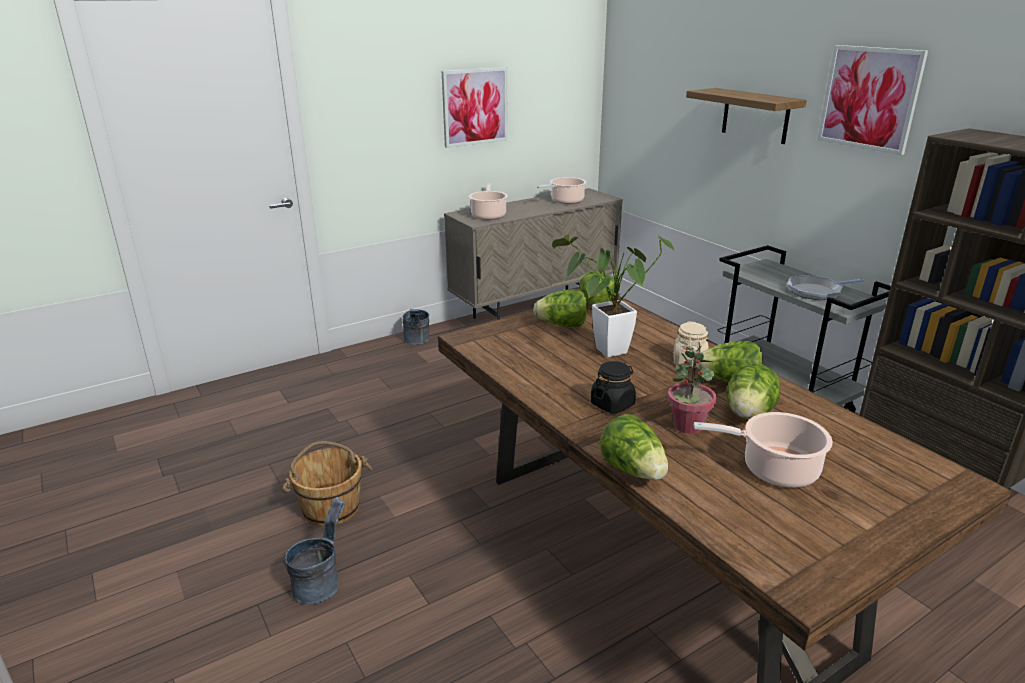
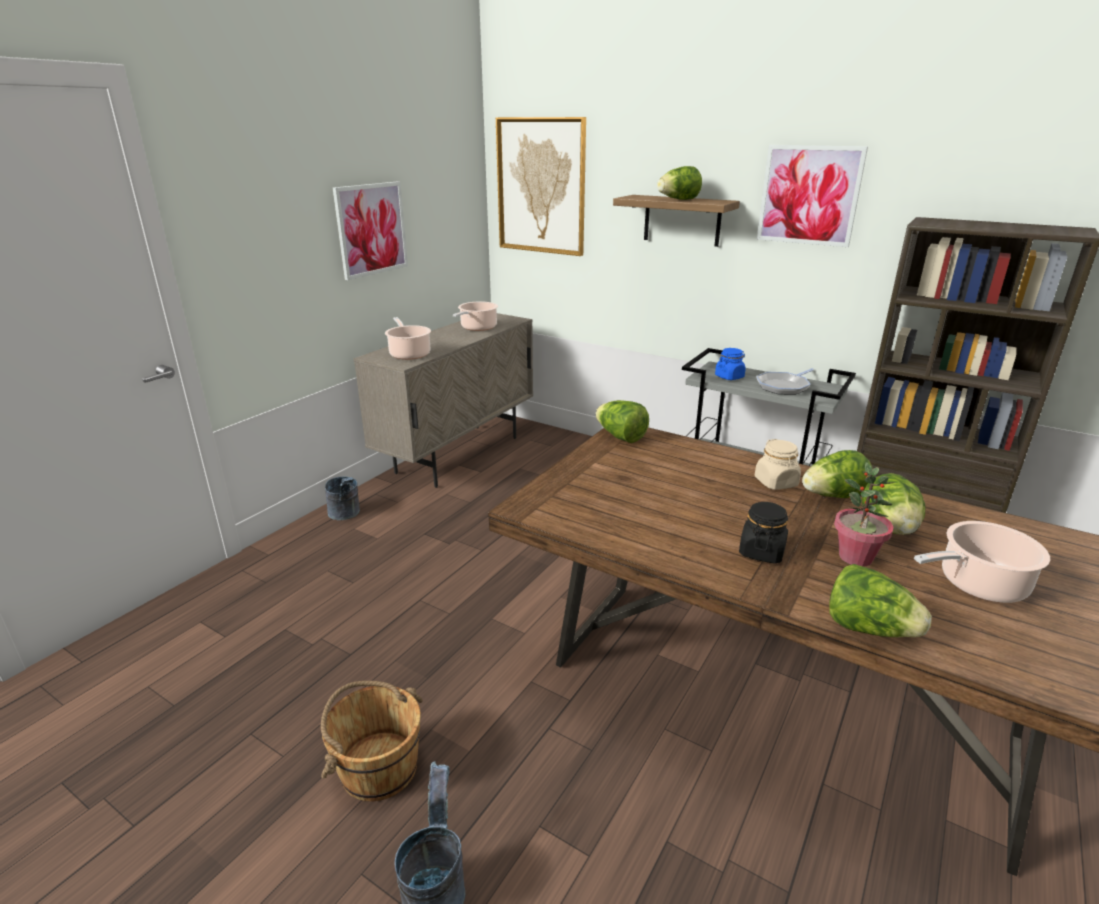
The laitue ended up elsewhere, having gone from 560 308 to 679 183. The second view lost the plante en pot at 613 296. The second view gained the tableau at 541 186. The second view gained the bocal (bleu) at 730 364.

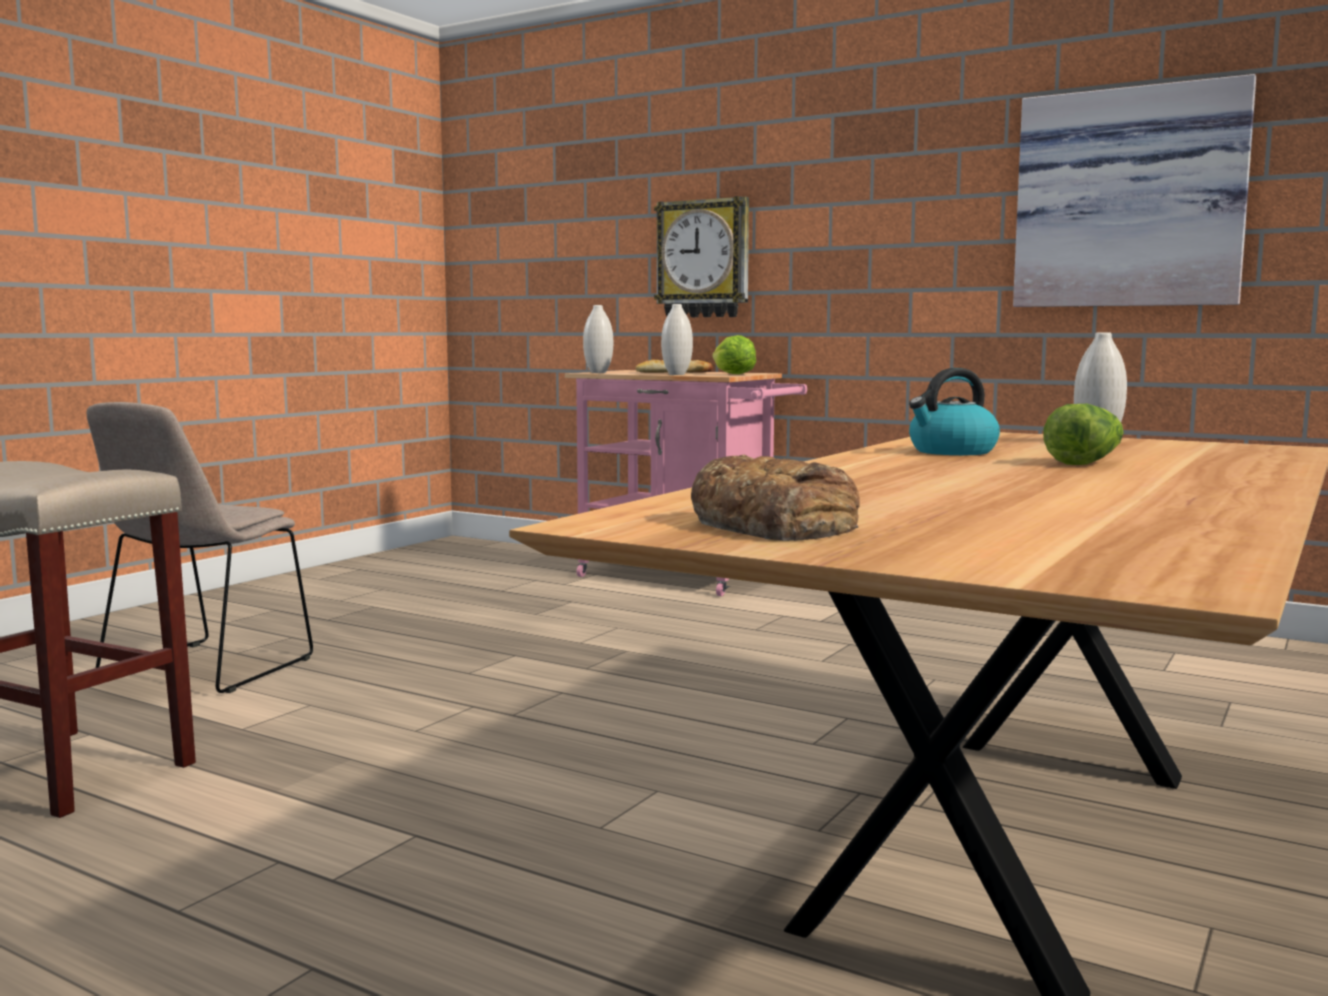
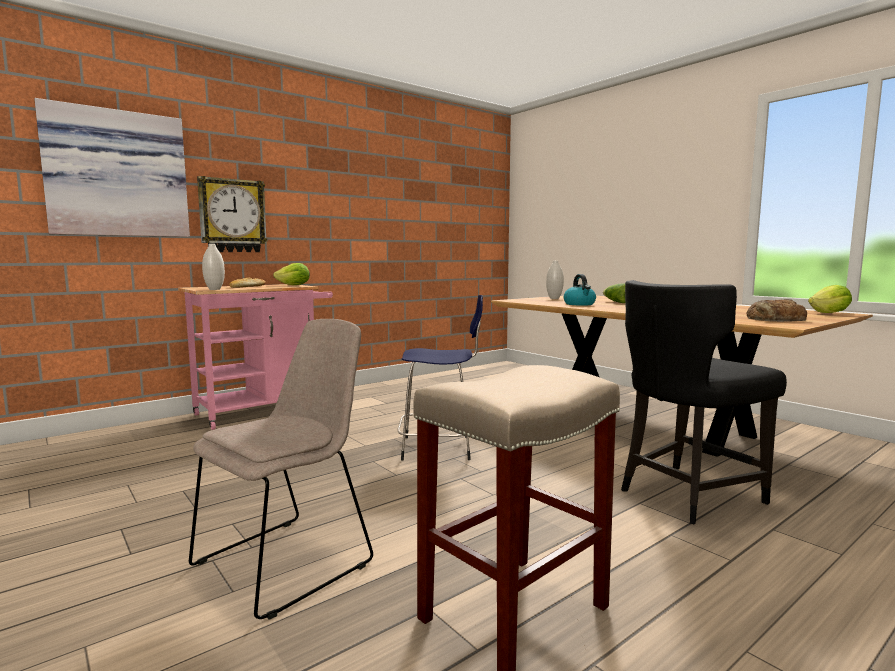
The chaise (beige) at 200 547 ended up facing another way, 90 degrees counterclockwise from before. The second view lost the vase (blanc) at 677 339. The tableau ended up elsewhere, having gone from 1134 190 to 112 167. The second view gained the tabouret (bleu) at 440 378. The second view gained the chaise (noir) at 704 402. The second view gained the laitue at 830 299.

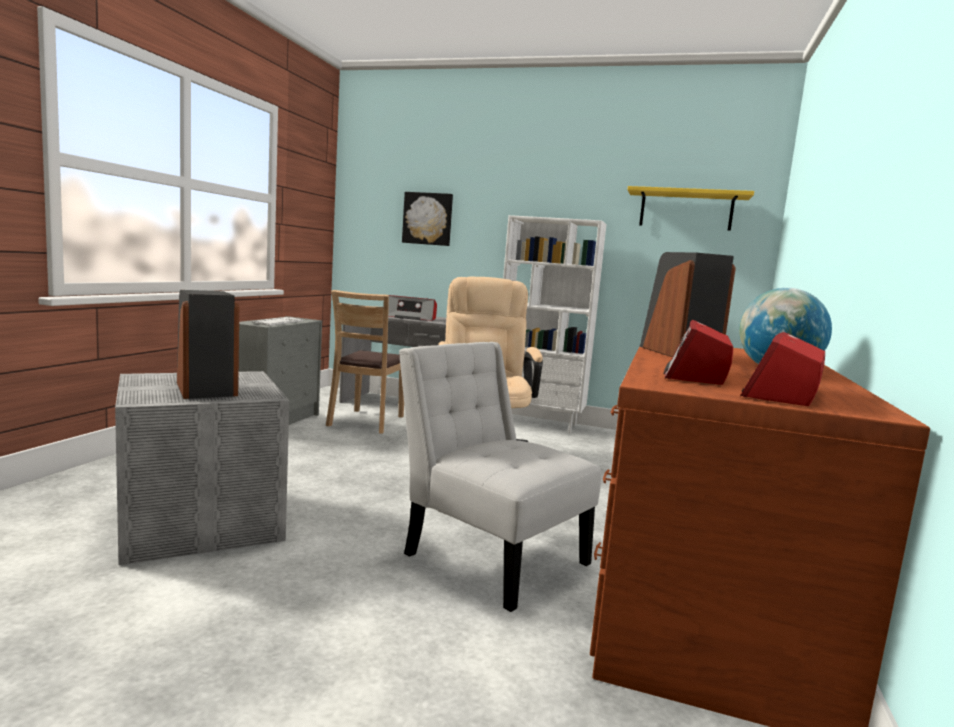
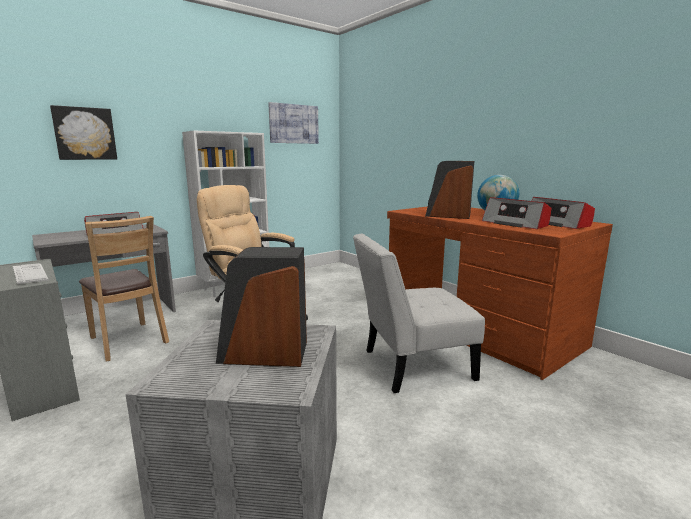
Where the étagère (jaune) hung at 691 208, the tableau came to hang at 293 123.

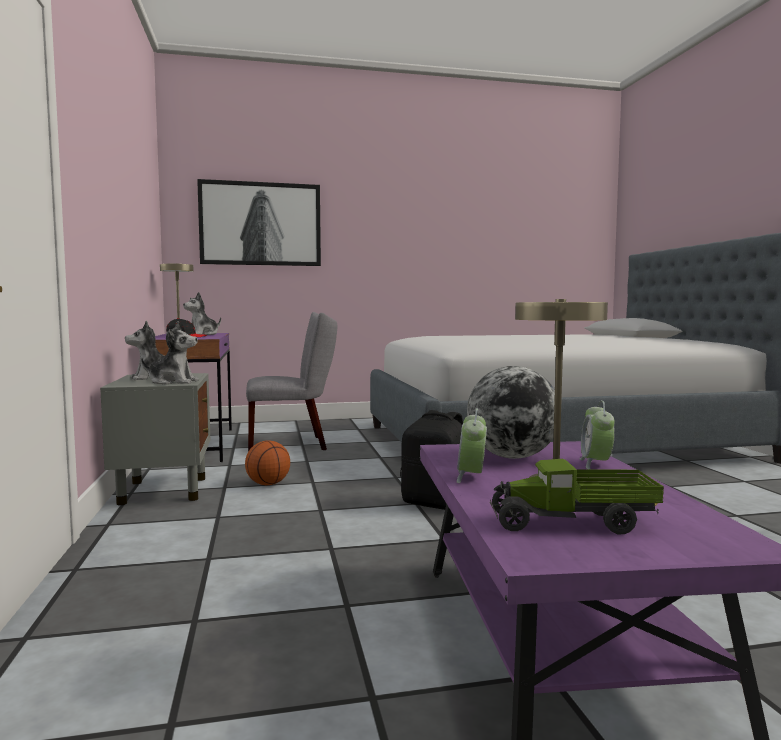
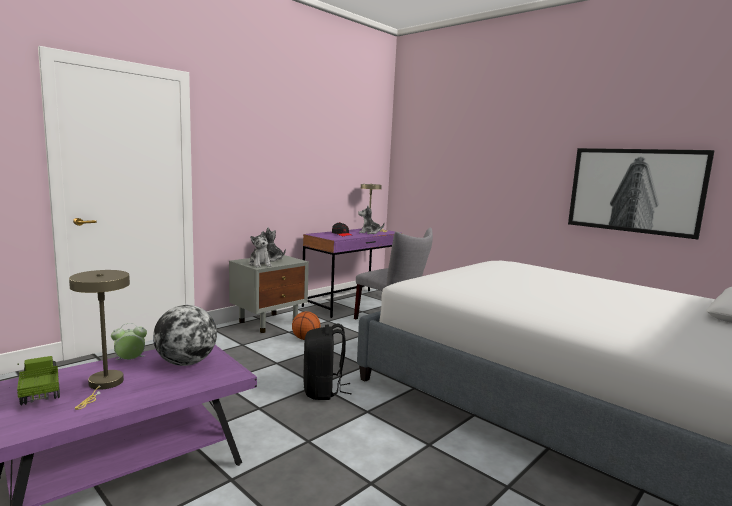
The tableau ended up elsewhere, having gone from 259 222 to 641 193. The second view lost the réveil at 597 435.

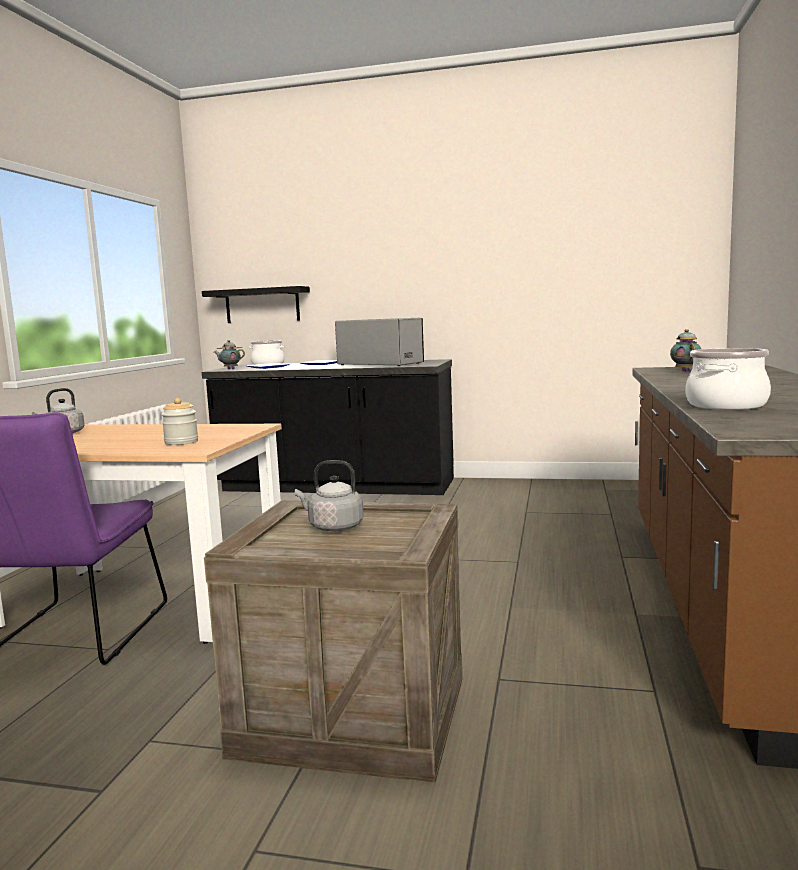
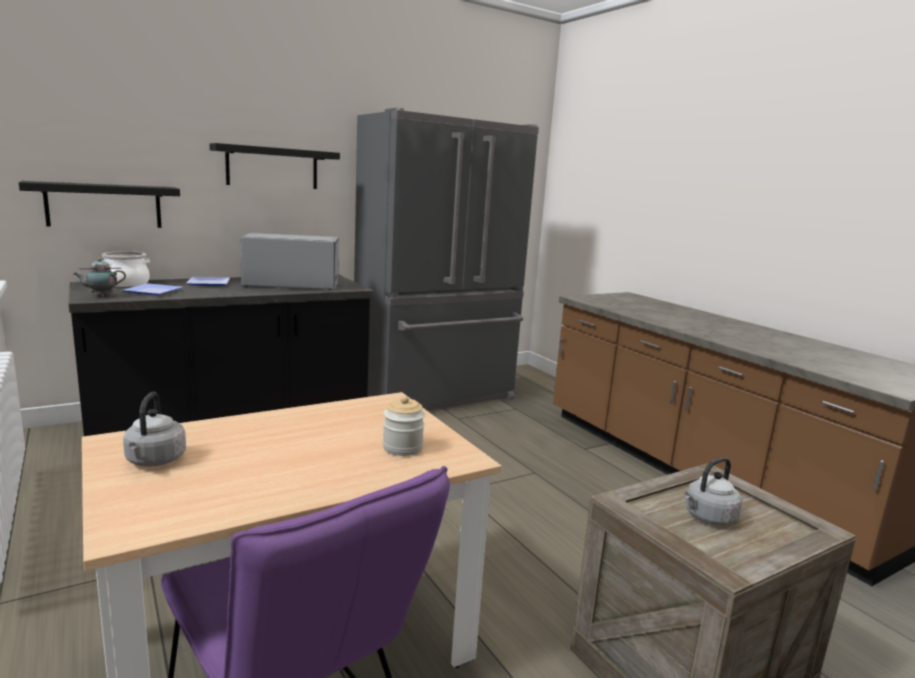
The second view lost the théière at 685 350. The second view lost the marmite at 728 379. The second view gained the étagère (noir) at 274 166. The second view gained the réfrigérateur (gris) at 446 259.

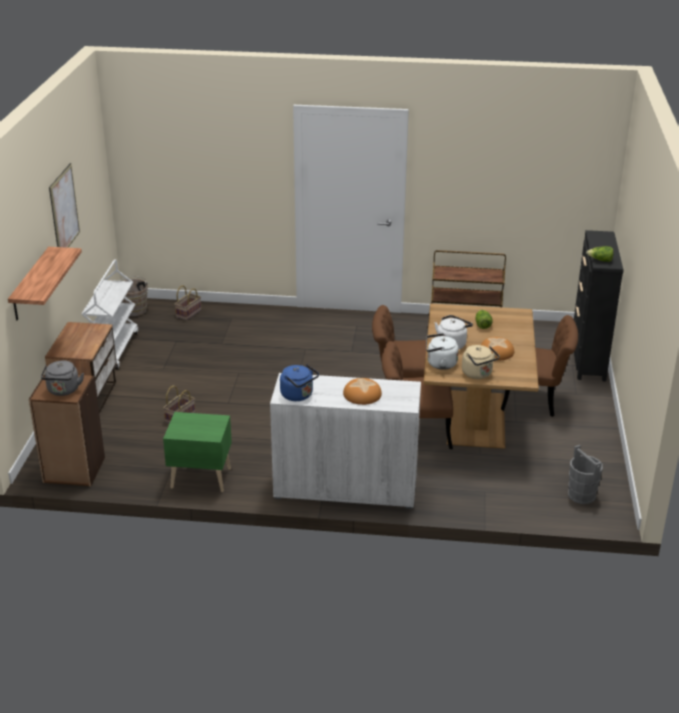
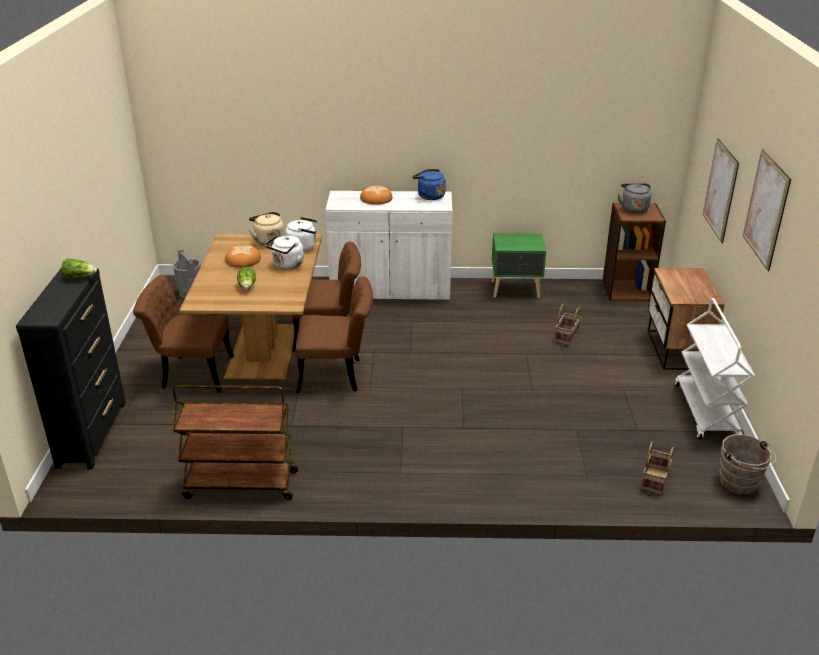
Where the étagère hung at 45 283, the tableau came to hang at 721 191.

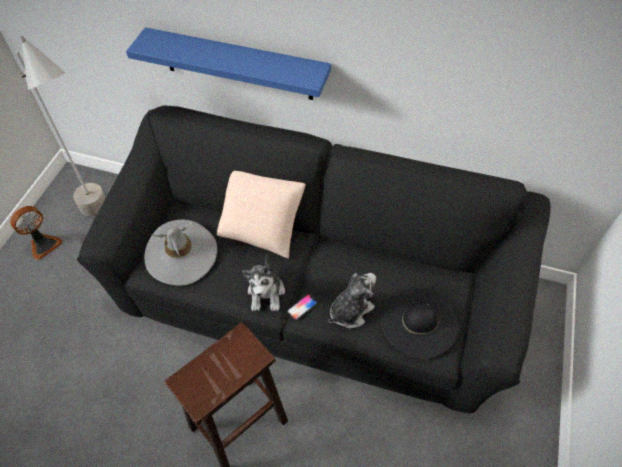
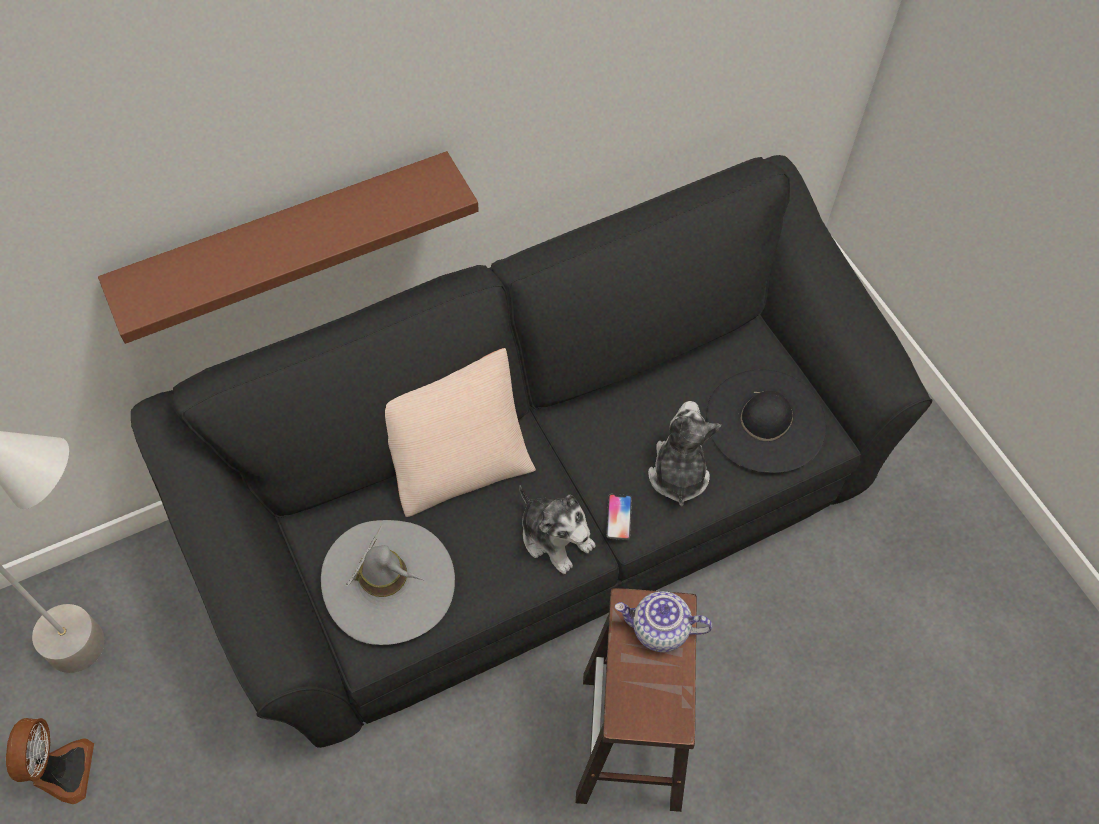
What was the étagère (bleu) at 228 63 turned into the étagère (marron) at 288 247. The second view gained the théière at 663 621.

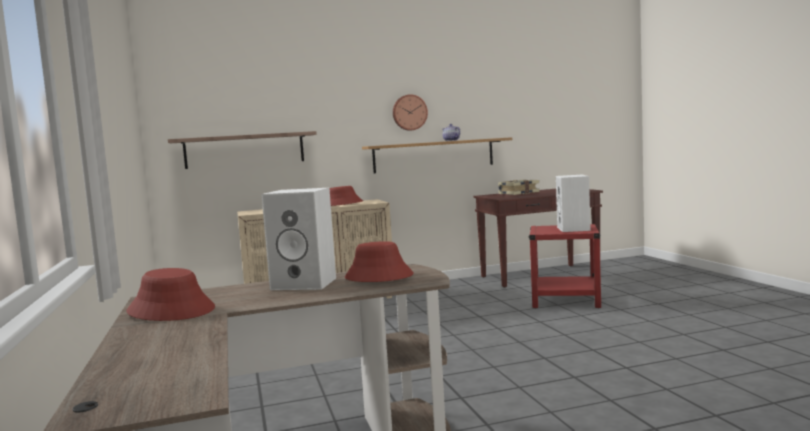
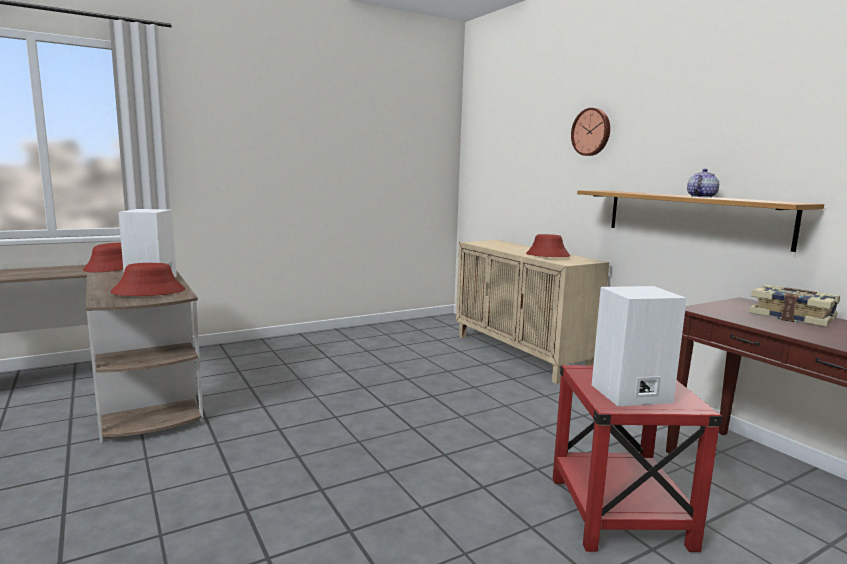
The second view lost the étagère at 242 150. The horloge murale ended up elsewhere, having gone from 410 112 to 590 132.

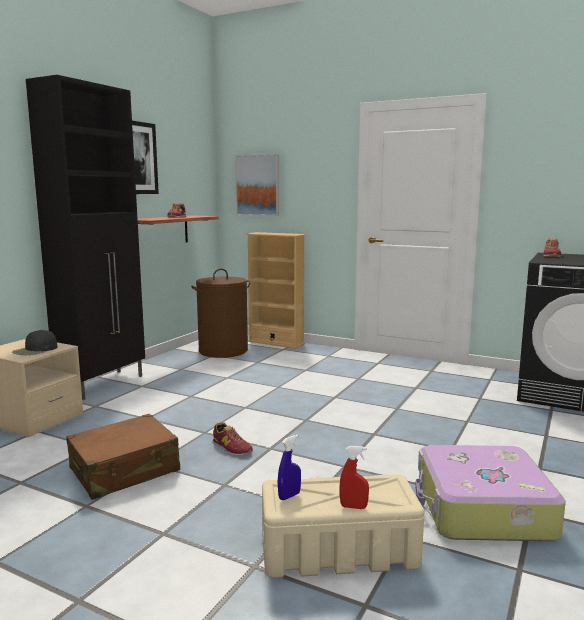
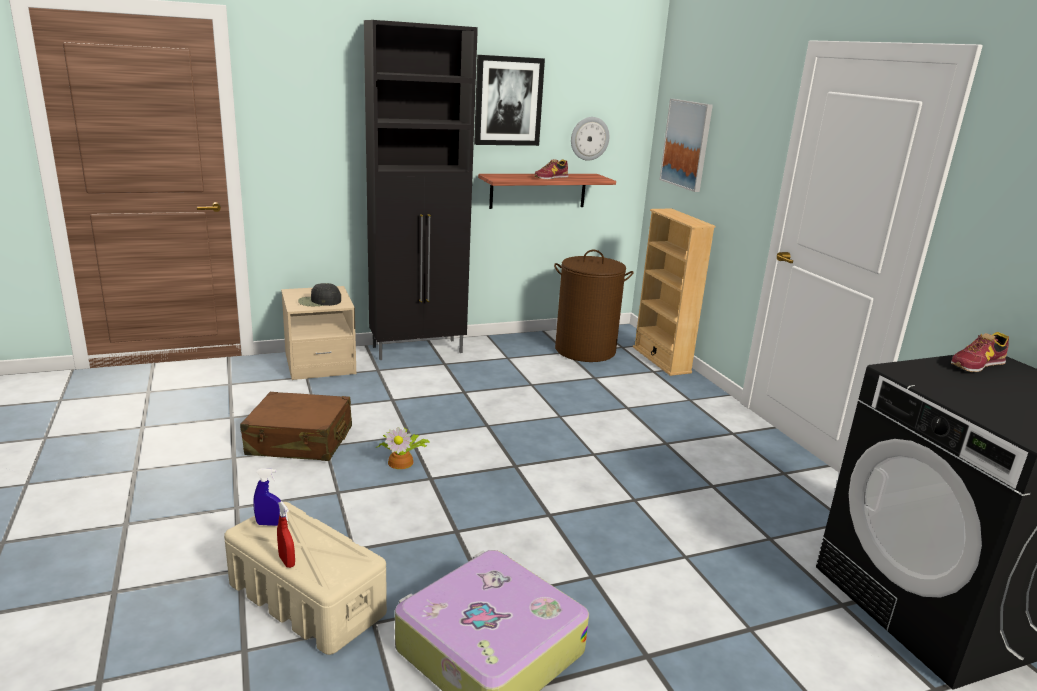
Where the chaussure stood at 233 439, the plante en pot came to stand at 403 448. The second view gained the horloge murale at 590 139.

